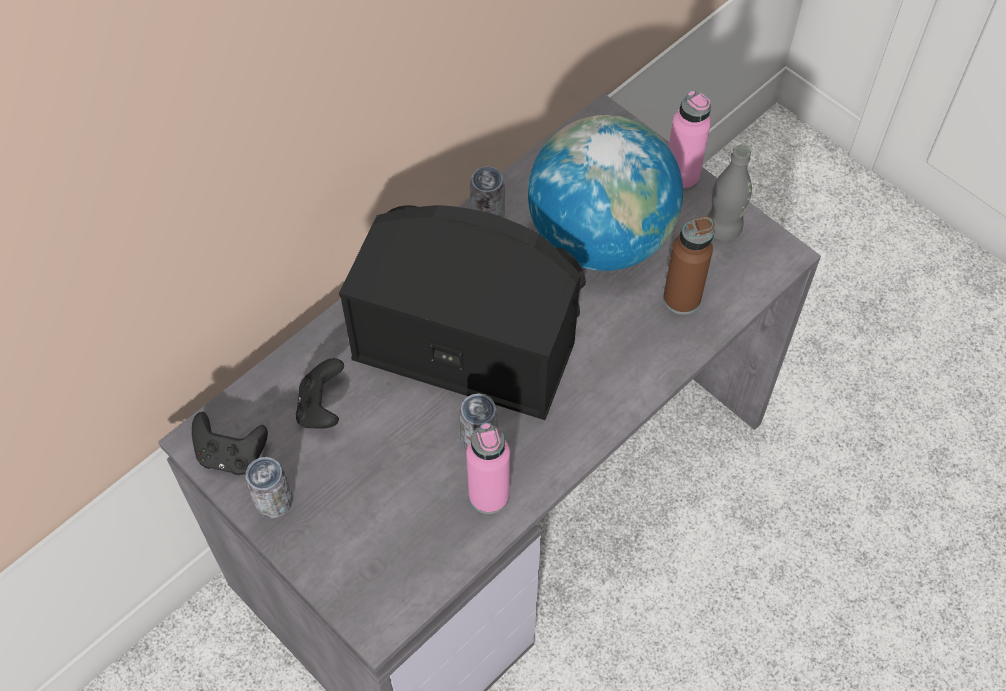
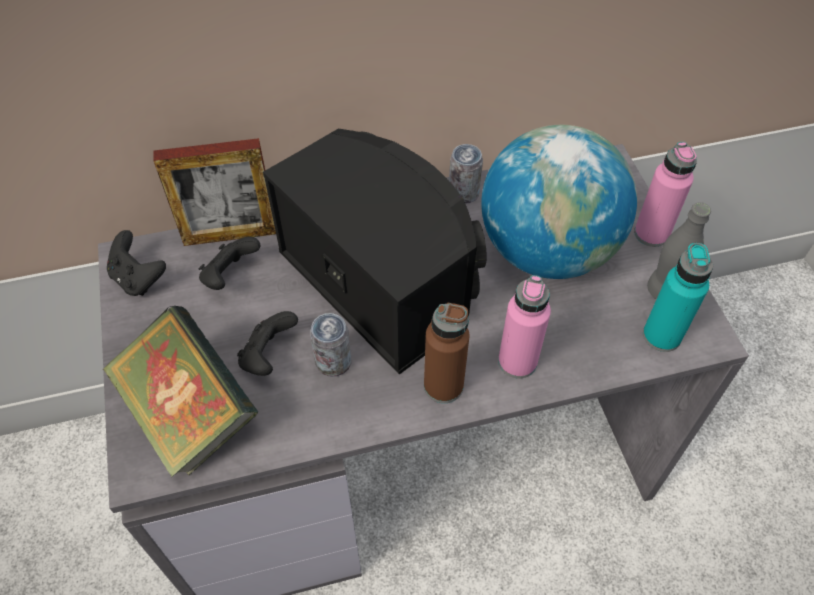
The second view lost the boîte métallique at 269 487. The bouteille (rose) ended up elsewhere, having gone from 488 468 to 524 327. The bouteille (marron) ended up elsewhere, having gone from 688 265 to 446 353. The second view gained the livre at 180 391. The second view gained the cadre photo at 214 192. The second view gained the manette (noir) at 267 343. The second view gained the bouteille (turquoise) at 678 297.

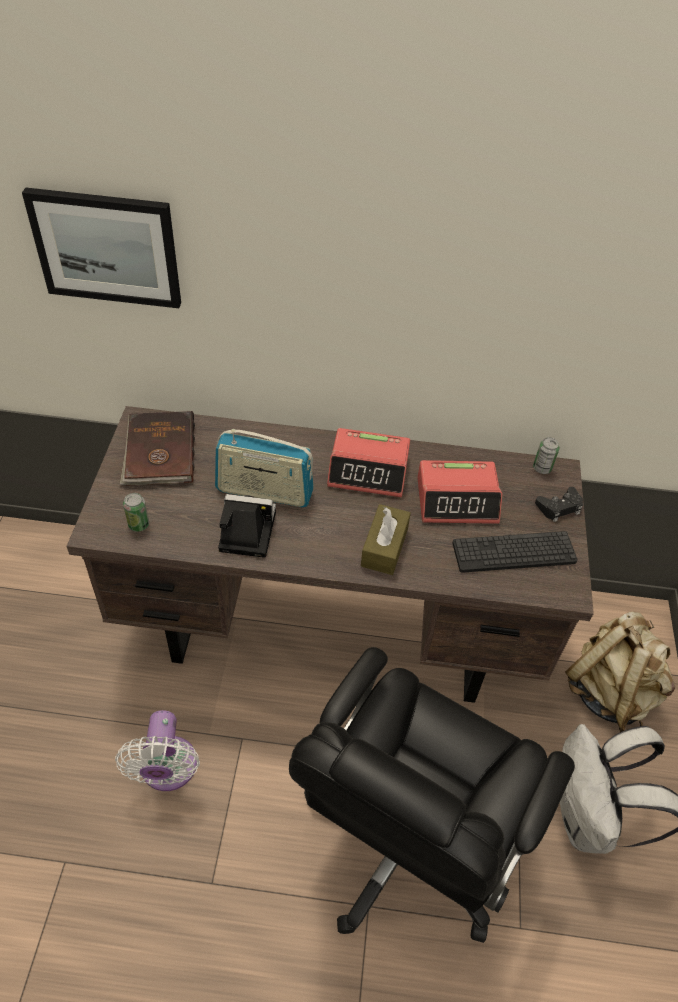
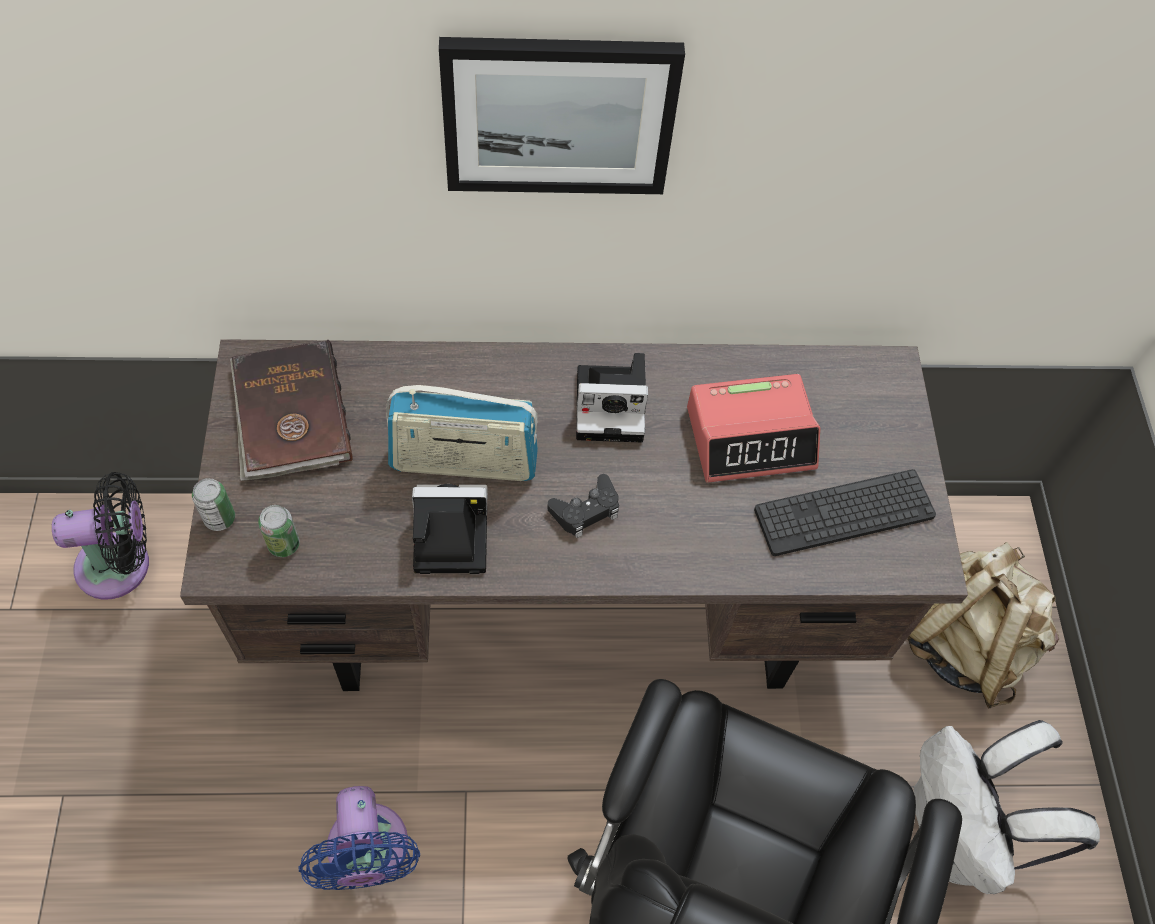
The tableau ended up elsewhere, having gone from 101 248 to 562 115. What was the ventilateur (blanc) at 157 750 turned into the ventilateur (bleu) at 359 838. Where the réveil stood at 368 462, the appareil photo came to stand at 612 397. The second view lost the boîte à mouchoirs (marron) at 386 539. The boîte métallique ended up elsewhere, having gone from 546 455 to 213 504. The manette (noir) ended up elsewhere, having gone from 559 504 to 583 506. The second view gained the ventilateur (noir) at 100 536.

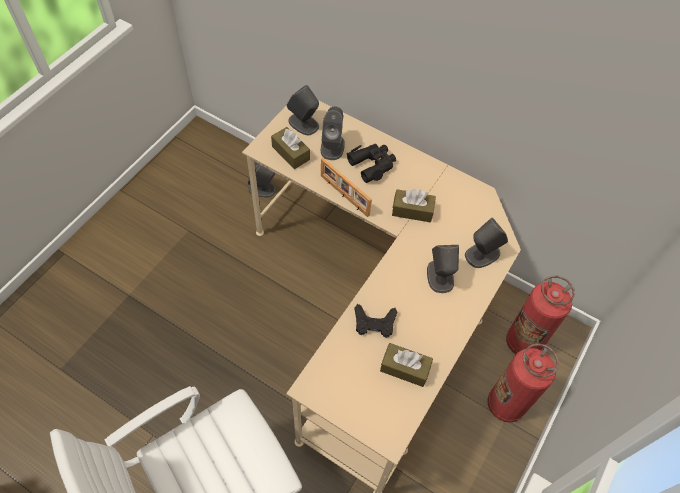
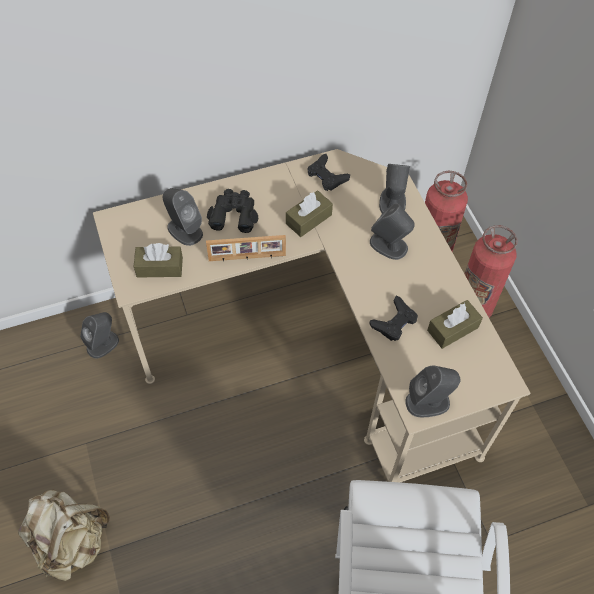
The enceinte (gris) ended up elsewhere, having gone from 303 110 to 432 391. The second view gained the sac à dos (beige) at 64 535. The second view gained the manette (noir) at 328 172.

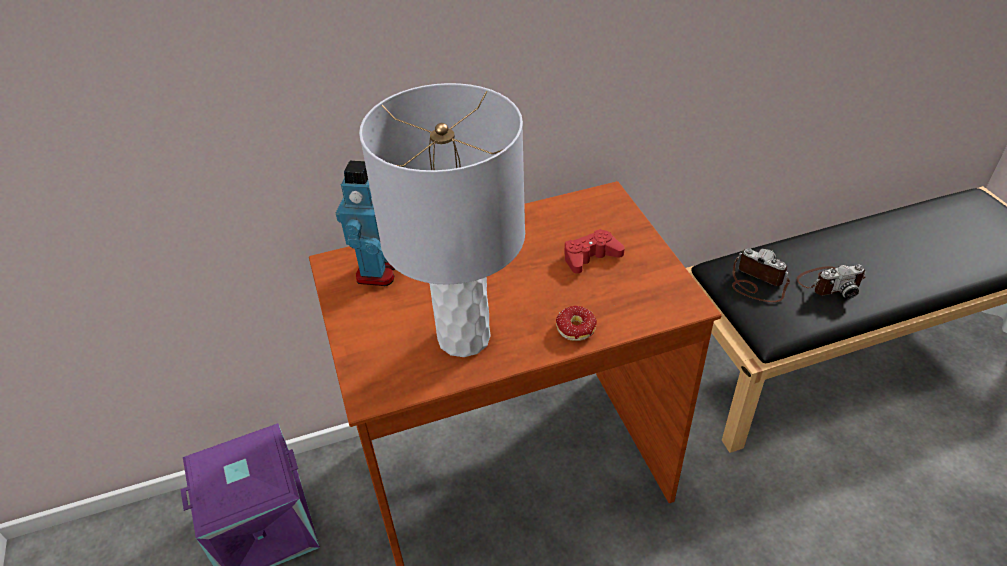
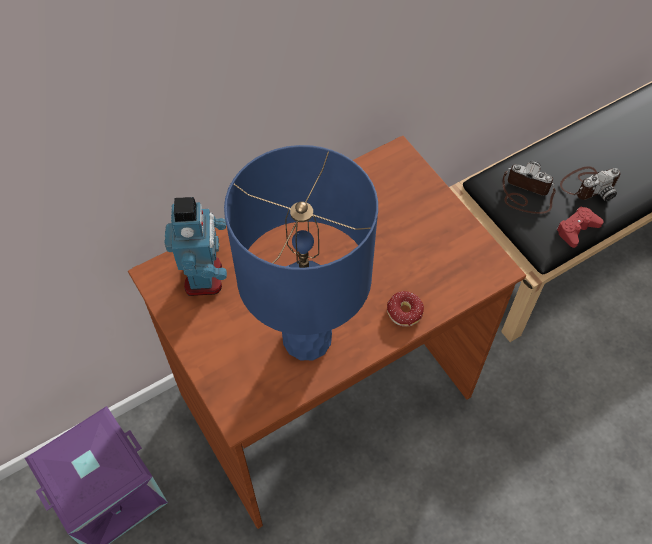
What was the lampe de table (gris) at 442 220 turned into the lampe de table (bleu) at 301 252. The manette (rouge) ended up elsewhere, having gone from 595 251 to 580 227.

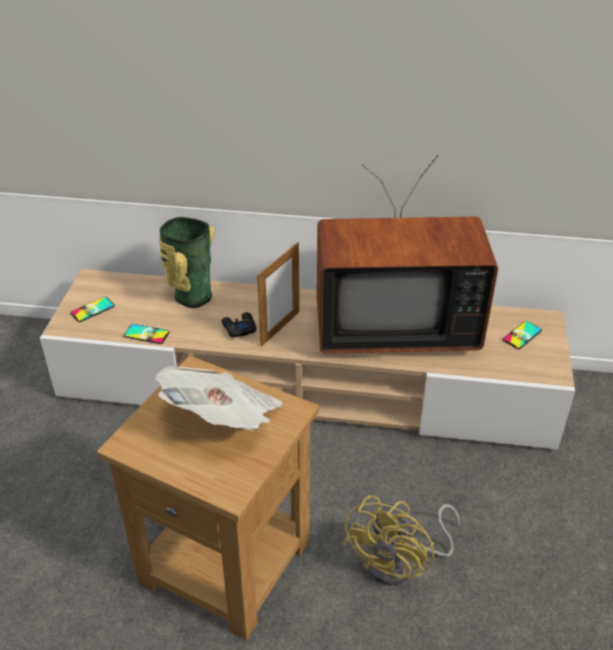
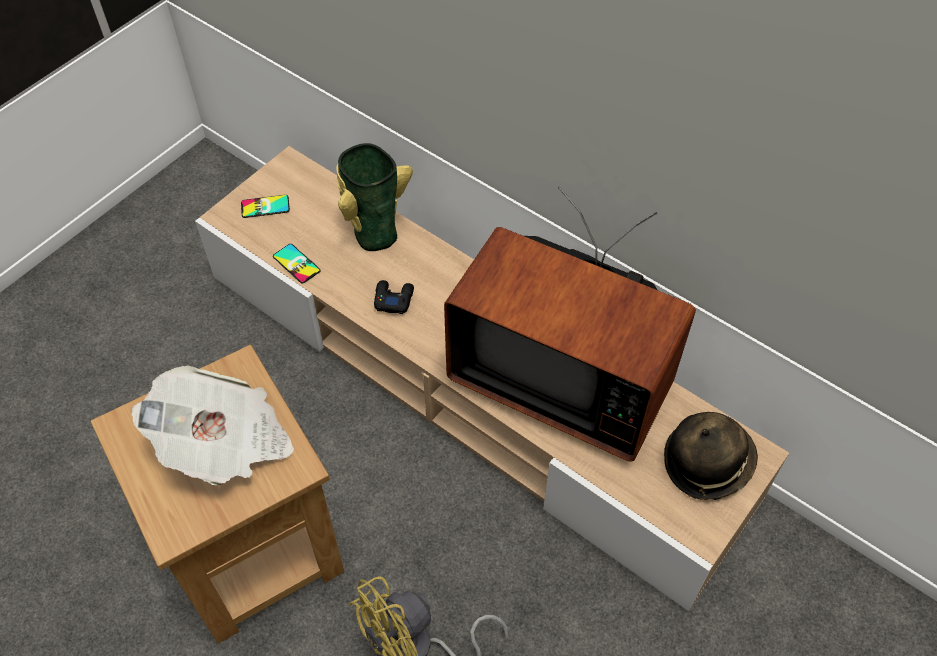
The second view lost the cadre photo at 278 294. Where the téléphone stood at 522 335, the chapeau came to stand at 711 456.

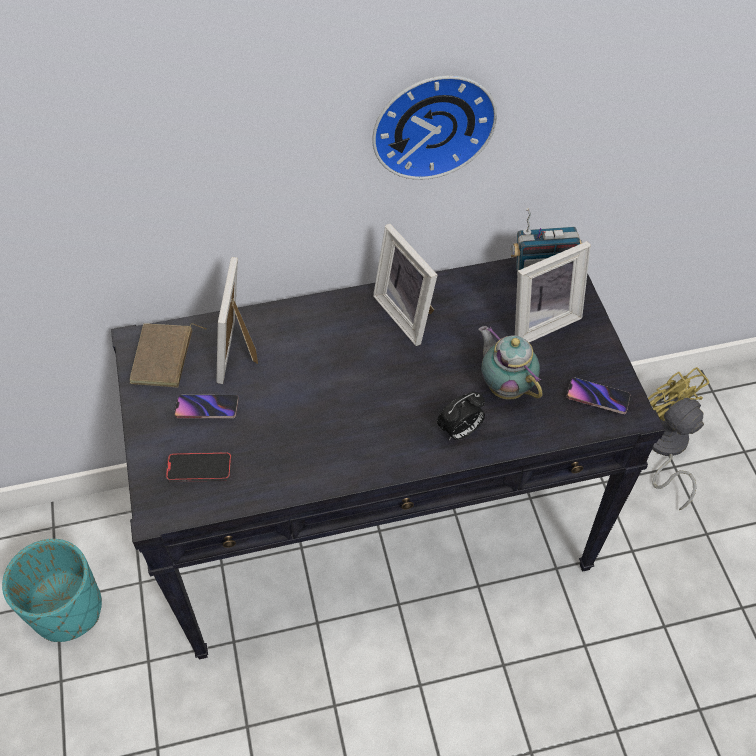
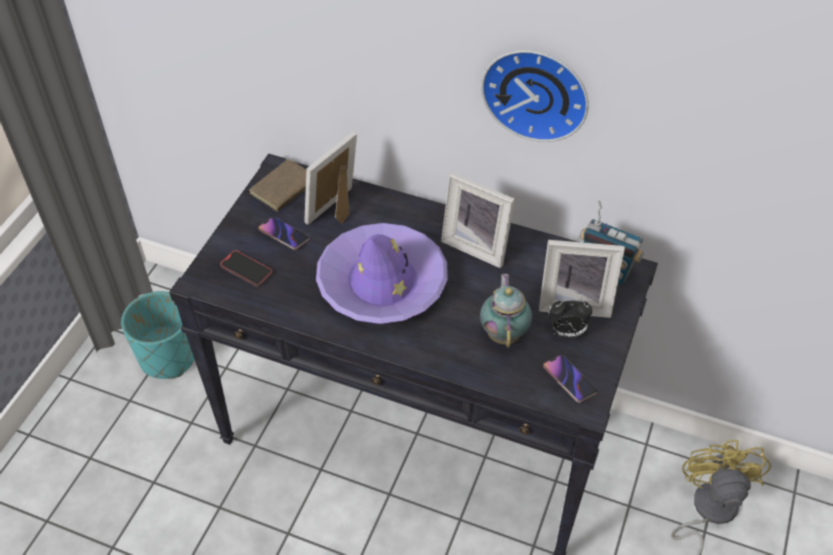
The cadre photo at 405 285 ended up facing another way, 60 degrees counterclockwise from before. The réveil ended up elsewhere, having gone from 461 415 to 570 319. The second view gained the chapeau (violet) at 382 273.

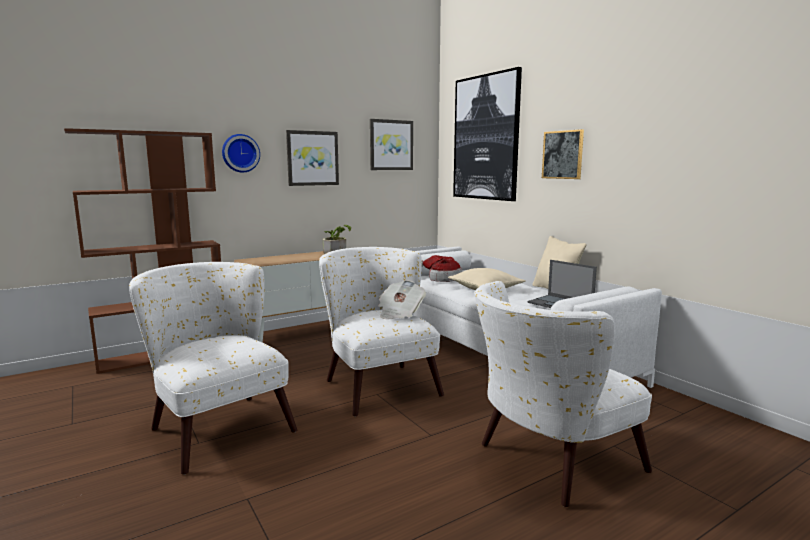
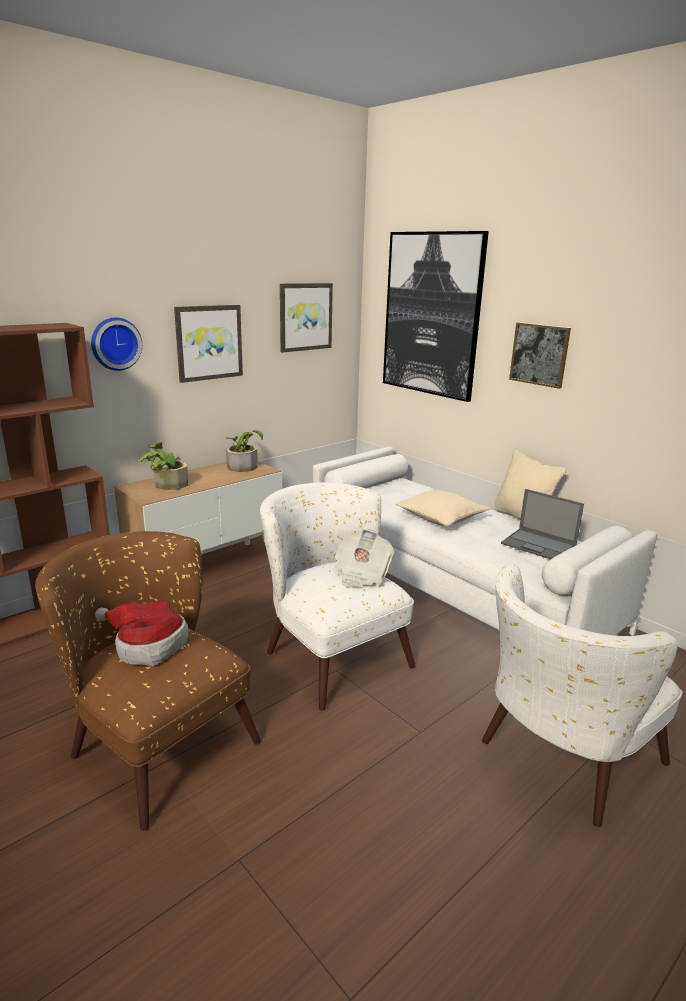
What was the fauteuil (blanc) at 213 368 turned into the fauteuil (marron) at 148 681. The chapeau ended up elsewhere, having gone from 442 268 to 141 633. The second view gained the plante en pot at 163 466.

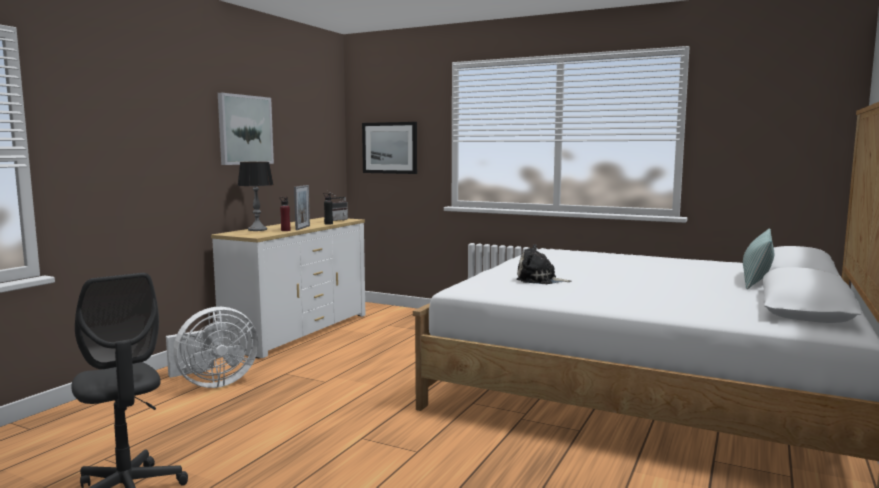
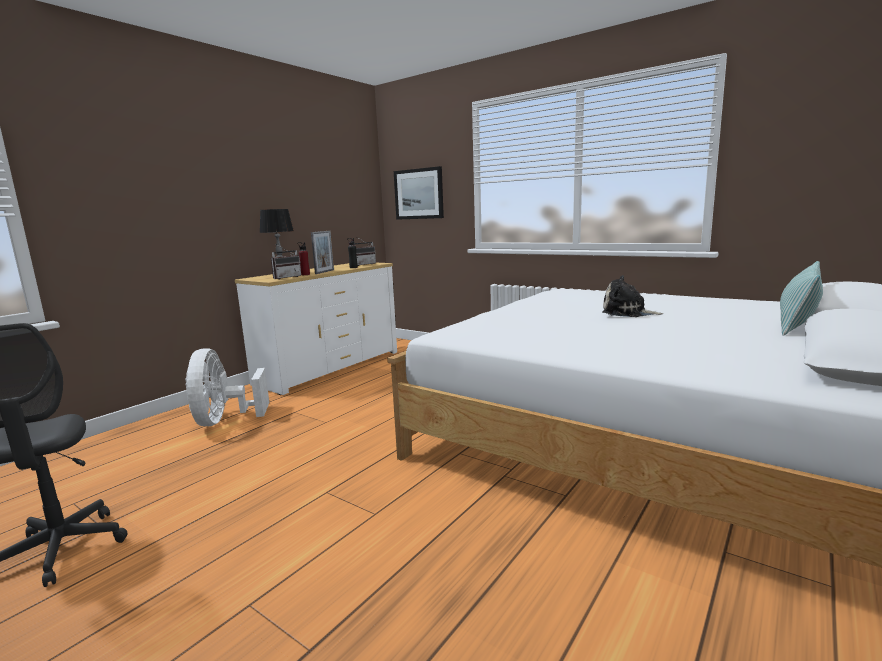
The ventilateur (blanc) at 212 347 ended up facing another way, 105 degrees clockwise from before. The second view lost the tableau at 246 129. The peluche ended up elsewhere, having gone from 544 264 to 632 296. The second view gained the radio at 286 261.

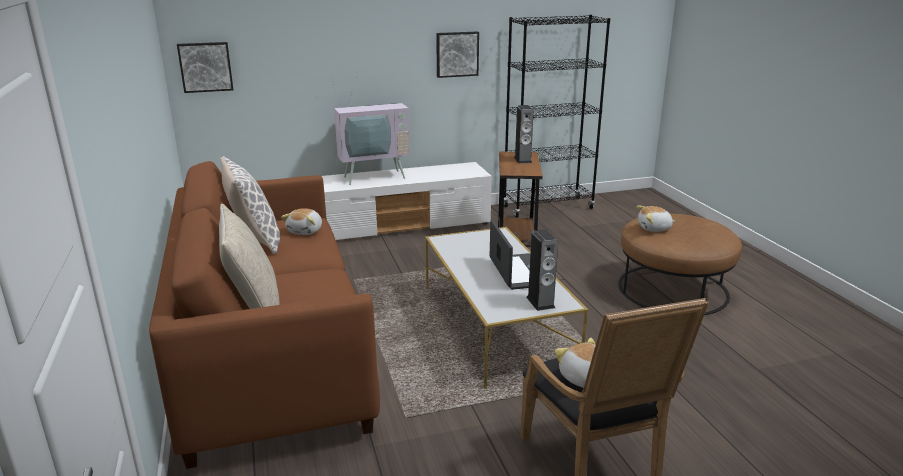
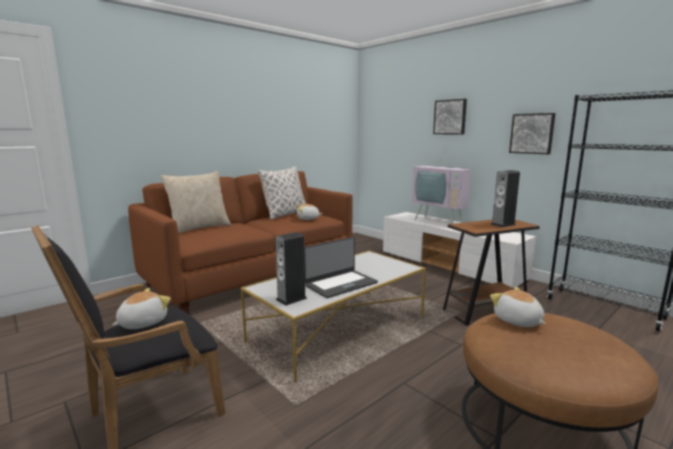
The tableau ended up elsewhere, having gone from 205 67 to 450 116.

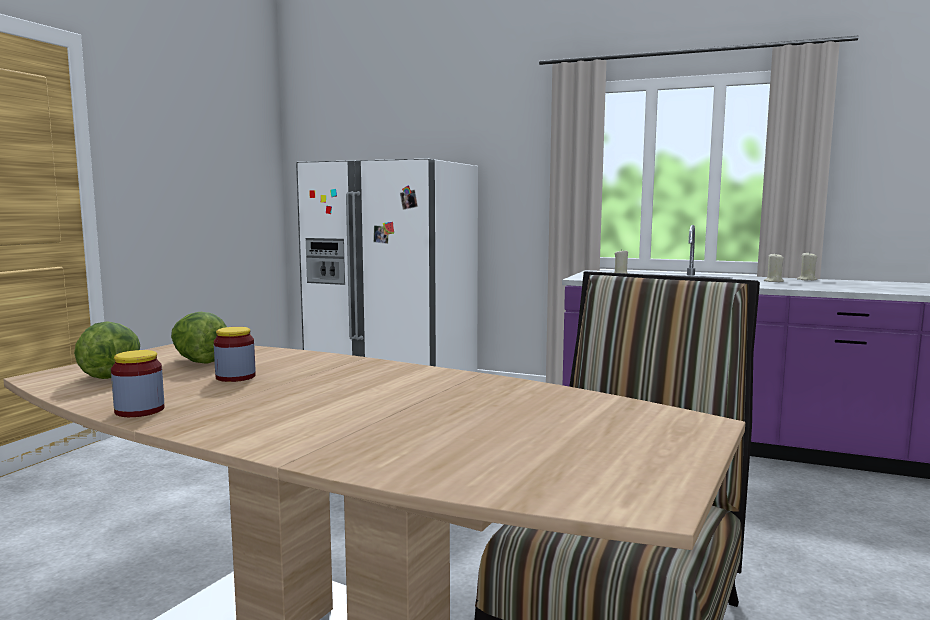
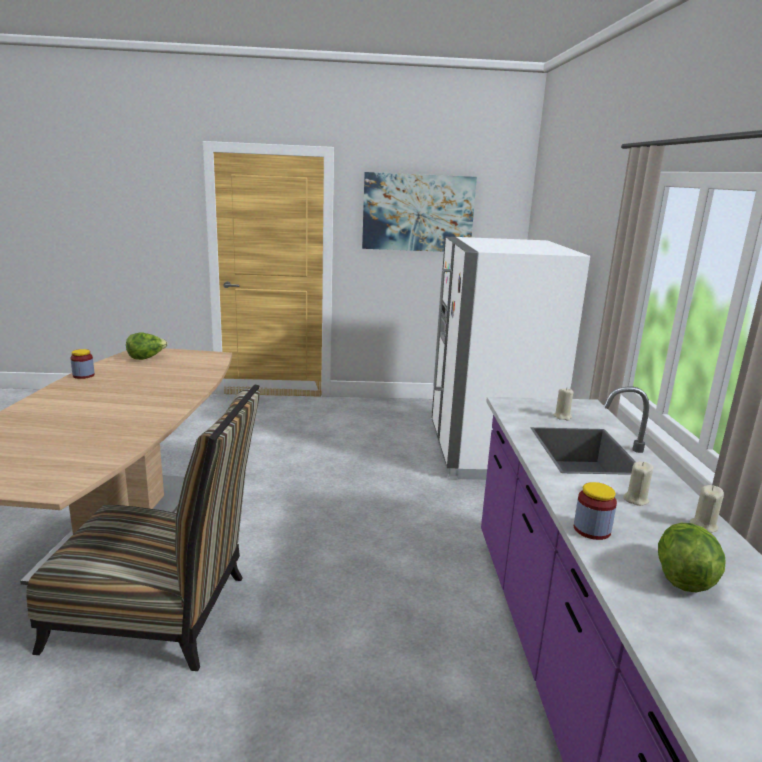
The laitue ended up elsewhere, having gone from 199 338 to 692 558. The bocal ended up elsewhere, having gone from 235 354 to 595 511. The second view gained the tableau at 419 212.

